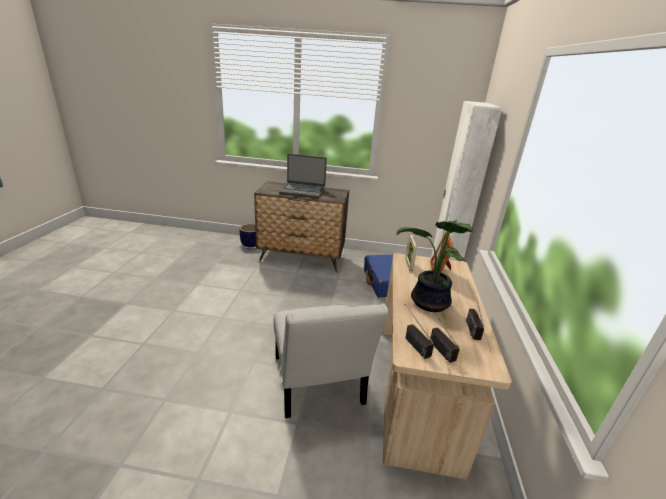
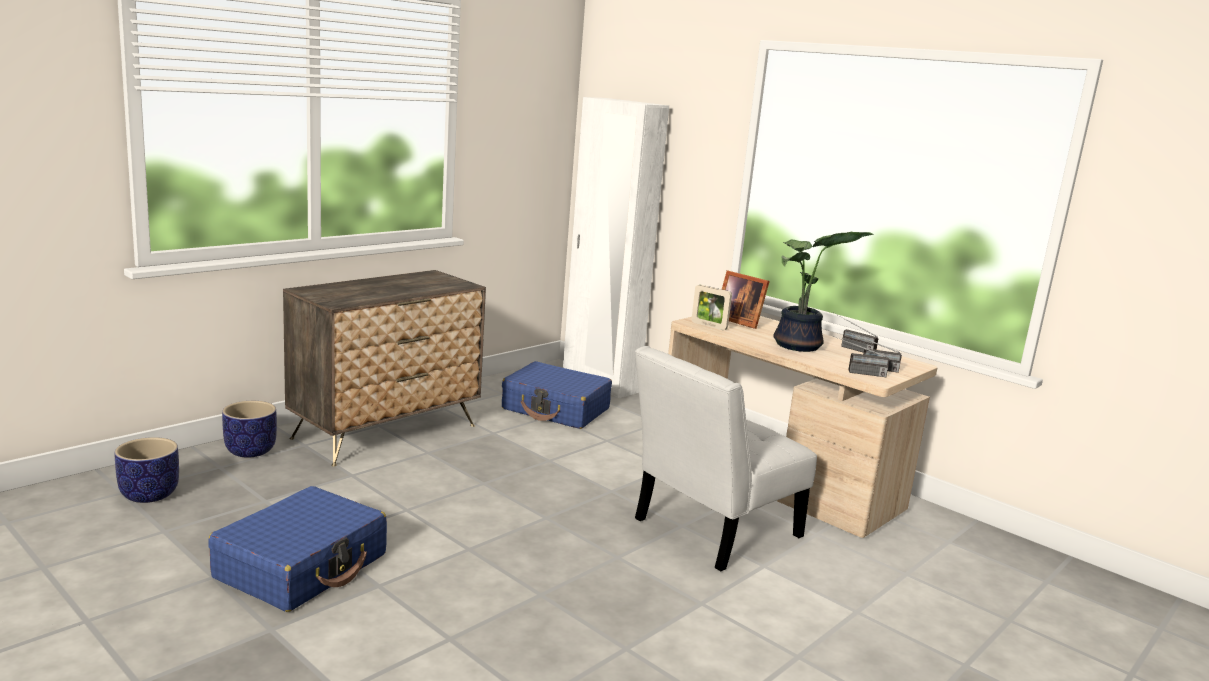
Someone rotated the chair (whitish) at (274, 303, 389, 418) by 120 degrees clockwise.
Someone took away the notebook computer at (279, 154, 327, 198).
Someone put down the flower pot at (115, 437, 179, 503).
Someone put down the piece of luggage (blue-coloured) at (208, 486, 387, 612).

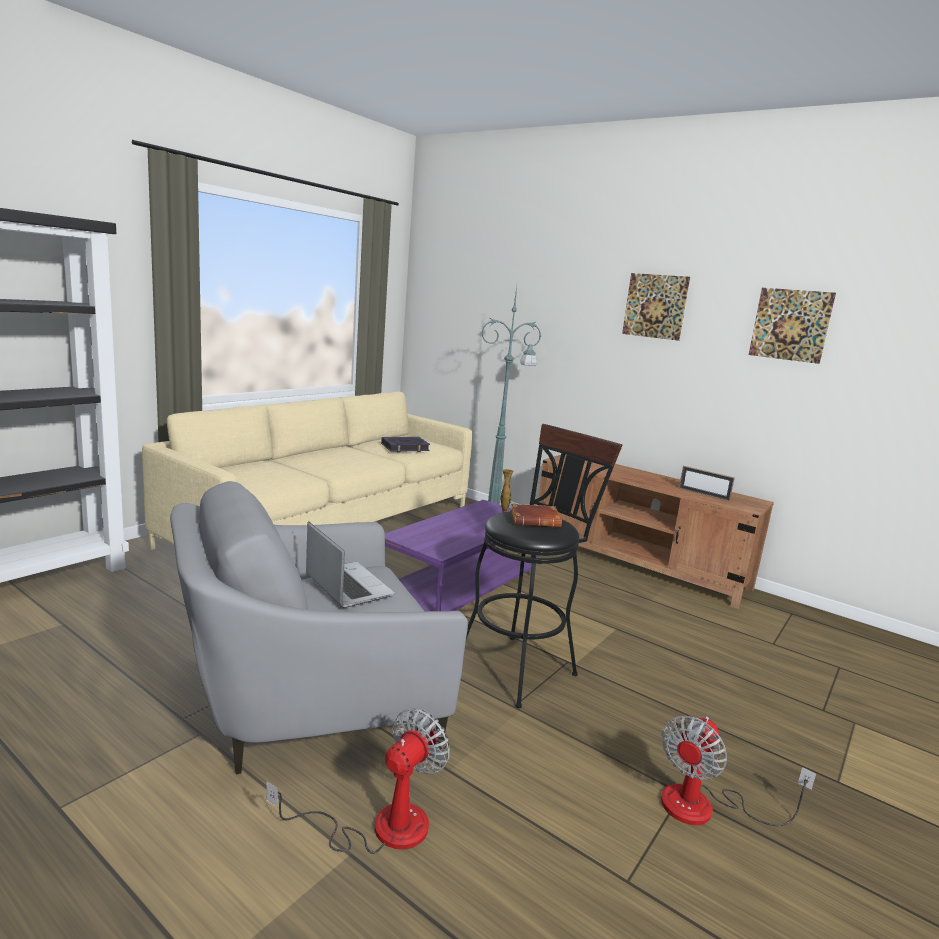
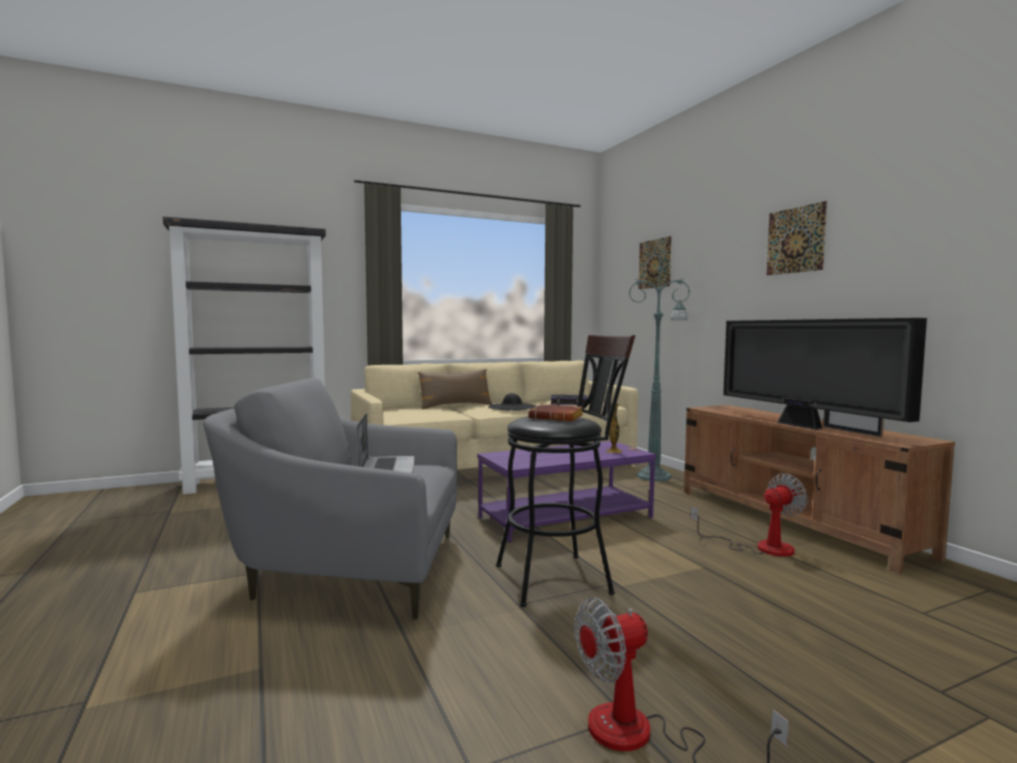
Someone carried the fan from (266, 708, 450, 854) to (690, 473, 808, 557).
Someone carried the wall picture from (749, 288, 836, 364) to (639, 236, 672, 289).
Someone put down the pillow (brown) at (418, 369, 492, 409).
Someone put down the clothing hat (black) at (489, 393, 536, 411).
Someone put down the television at (723, 318, 927, 430).

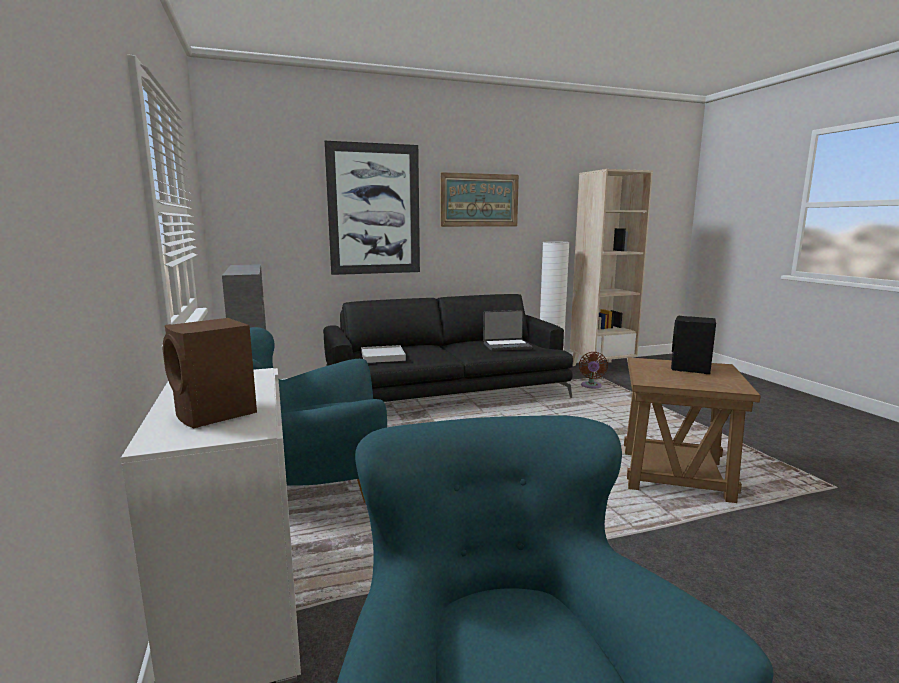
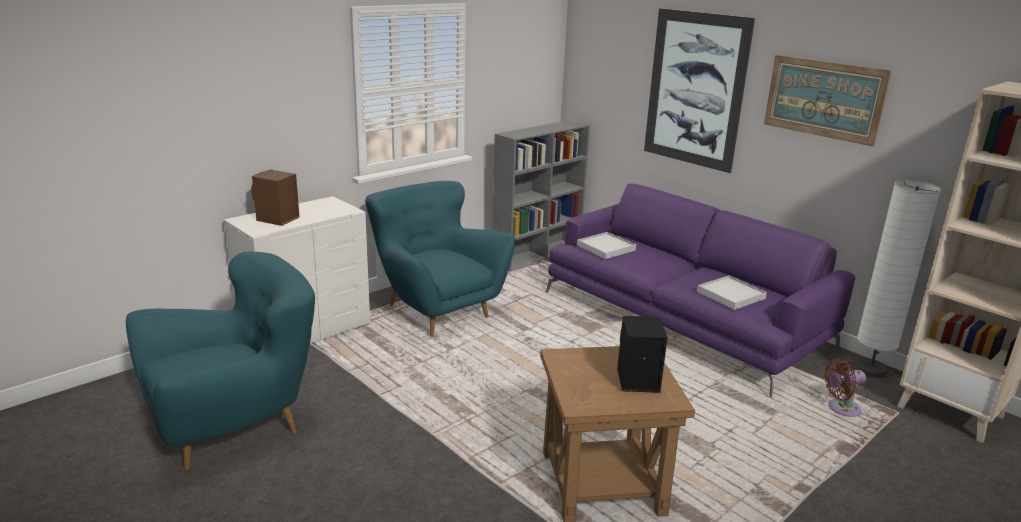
Someone repainted the settee (black) at (323, 294, 573, 402), which became the settee (purple) at (546, 183, 855, 398).
Someone swapped the notebook computer at (483, 310, 532, 351) for the carrying tray (whitish) at (697, 276, 767, 310).

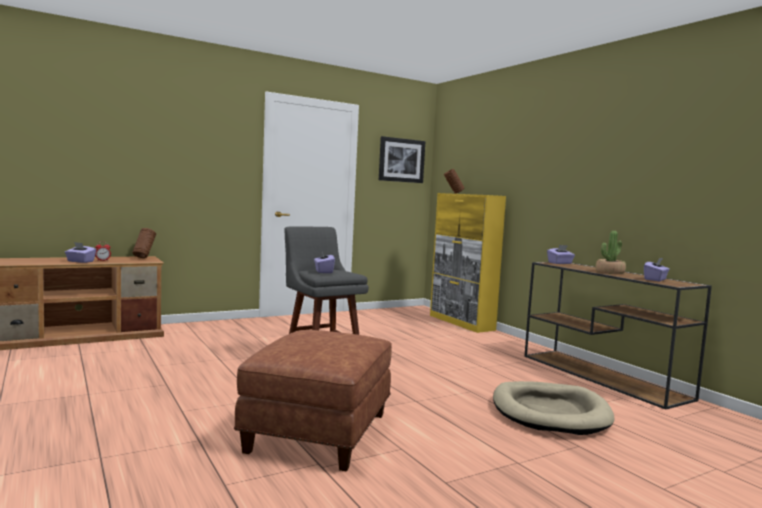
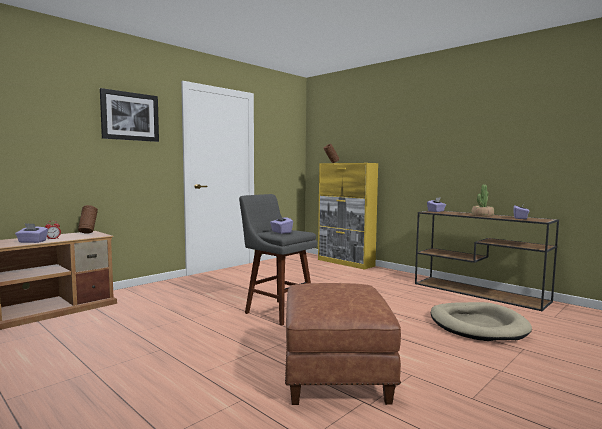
Someone carried the wall picture from (379, 136, 425, 183) to (100, 88, 159, 142).

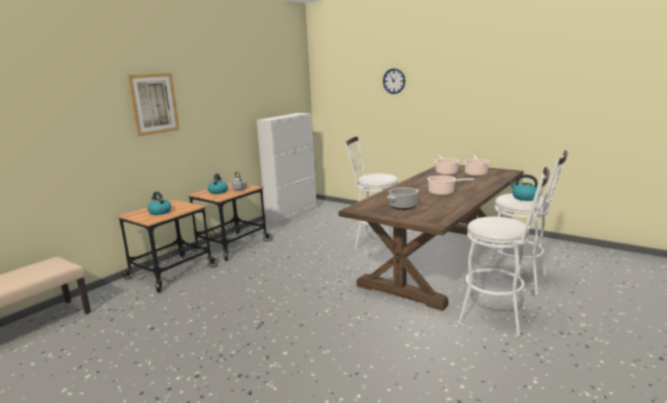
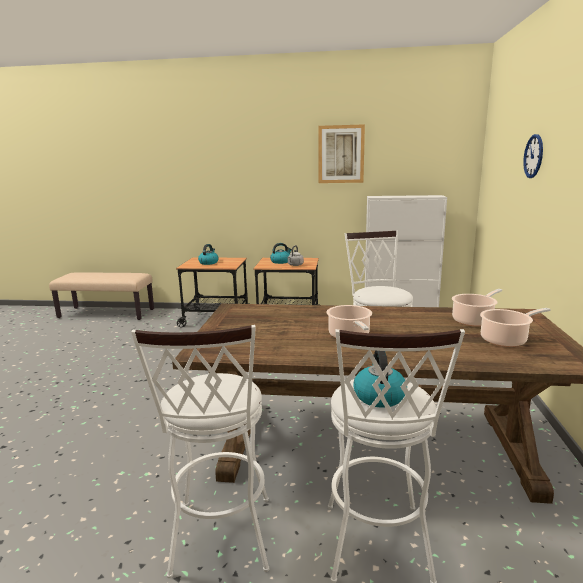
Someone carried the wall picture from (127, 73, 180, 137) to (318, 124, 365, 183).
Someone took away the cooking pot at (387, 187, 419, 210).

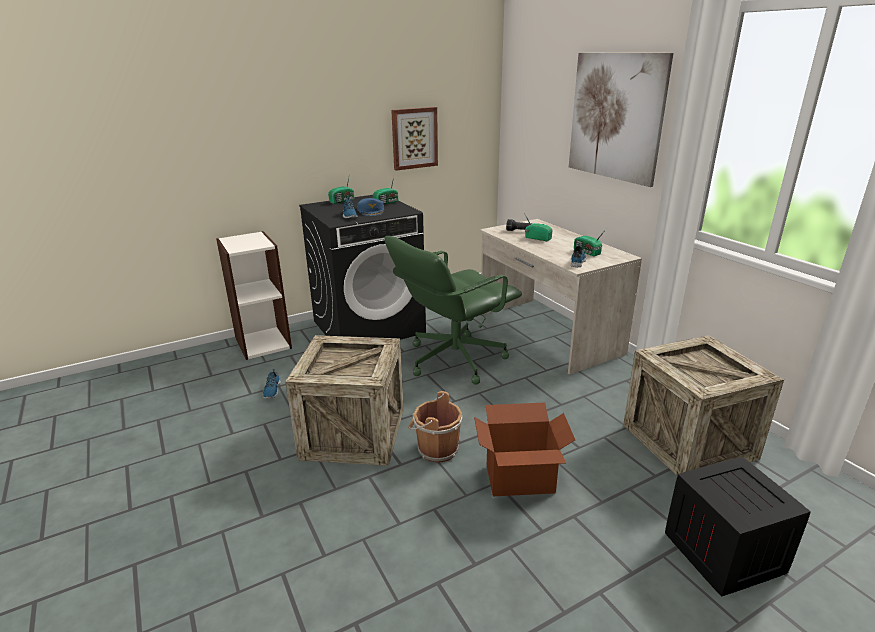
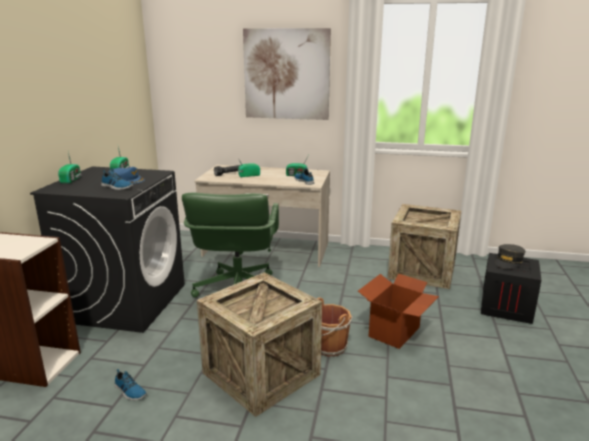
Someone took away the wall picture at (391, 107, 438, 171).
Someone put down the peaked cap (grey) at (495, 244, 525, 269).

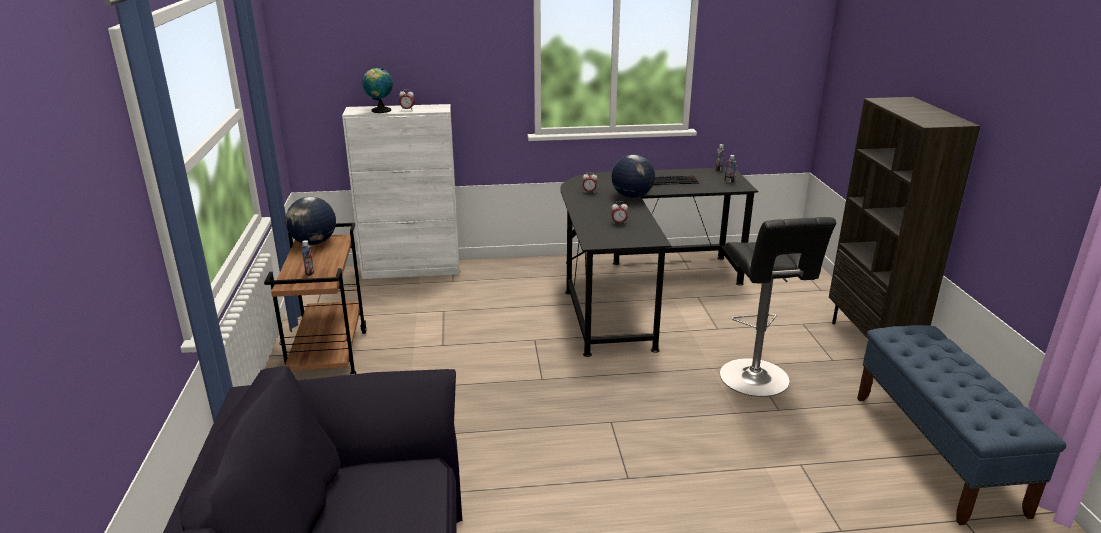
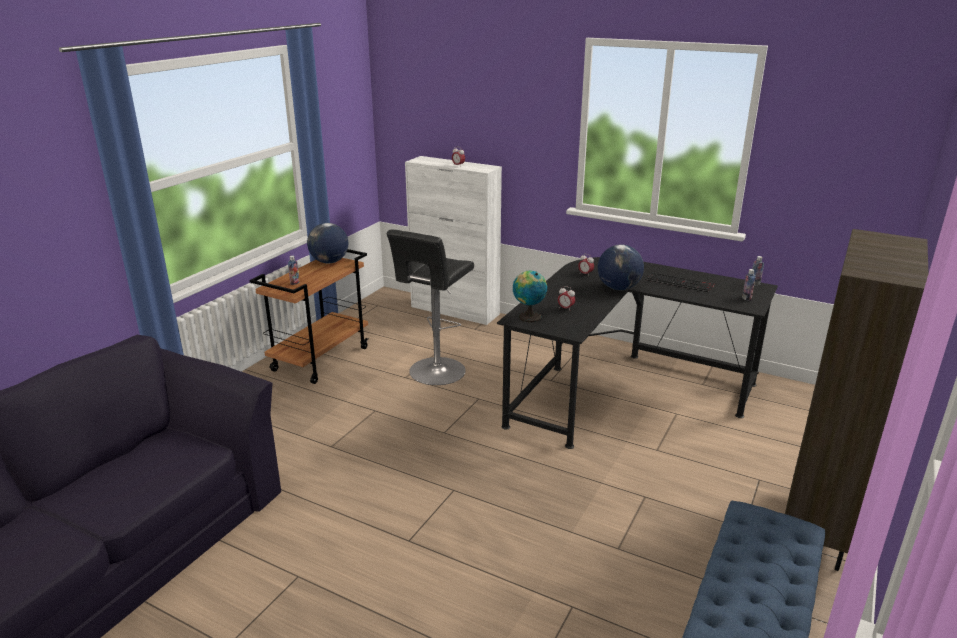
Someone carried the world globe from (362, 68, 393, 113) to (513, 271, 547, 322).
Someone carried the stool (black) from (720, 217, 836, 397) to (387, 229, 474, 385).

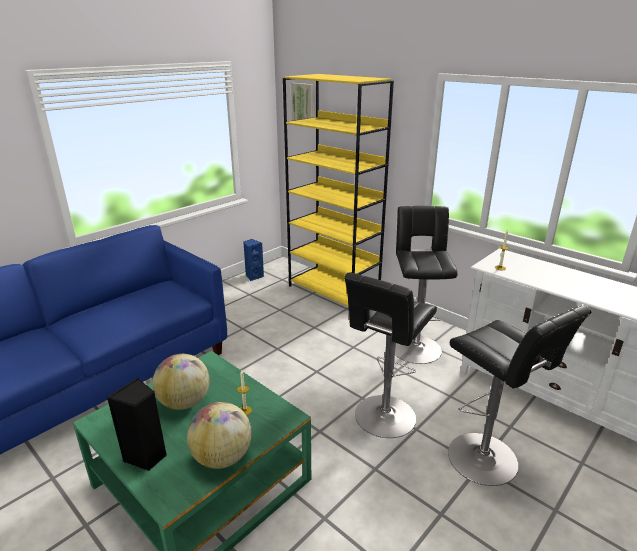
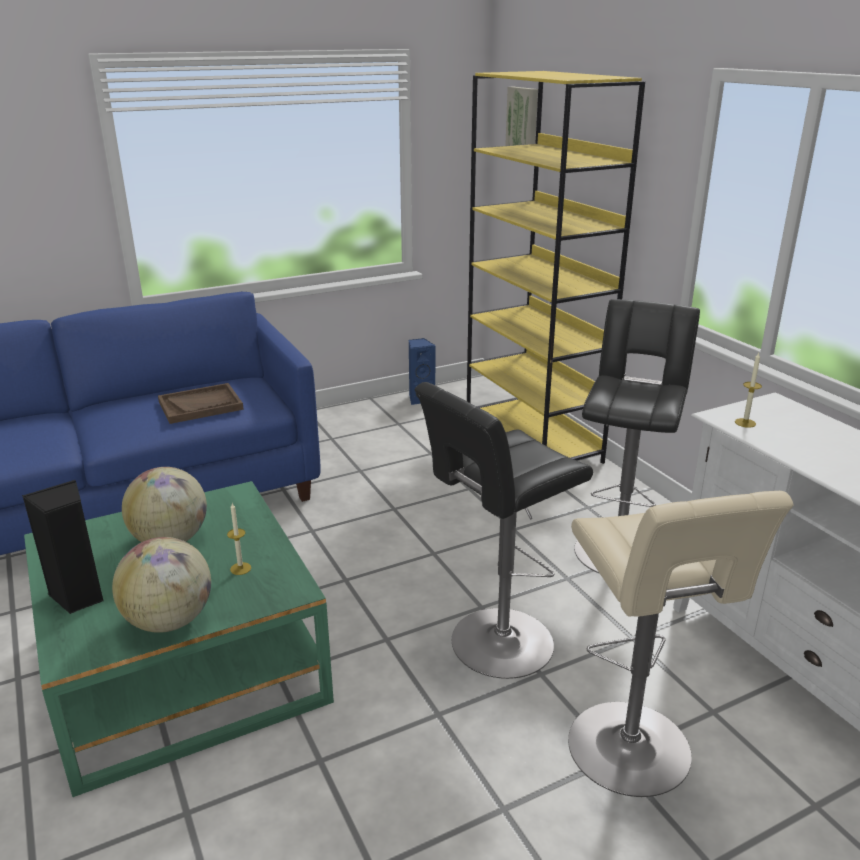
Someone repainted the stool (black) at (448, 306, 592, 486), which became the stool (sand-coloured) at (568, 491, 794, 797).
Someone put down the carrying tray (brown) at (158, 383, 244, 424).

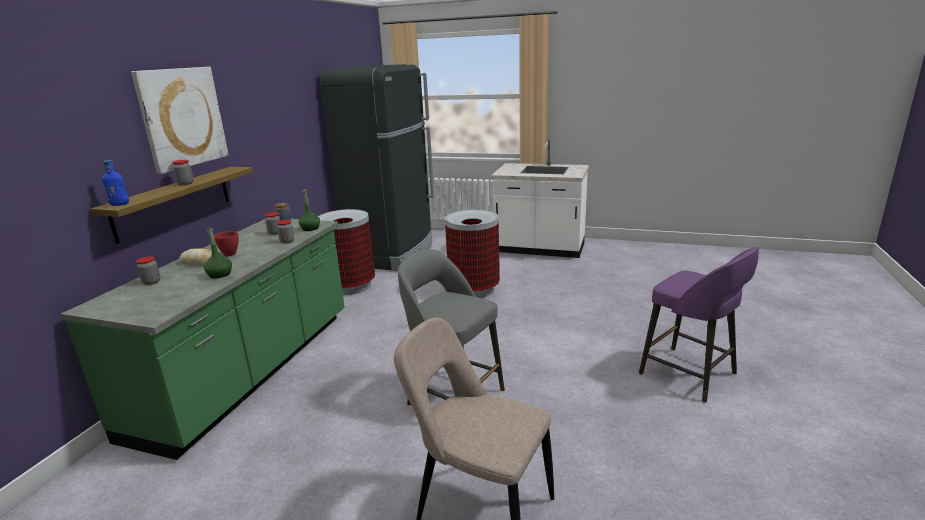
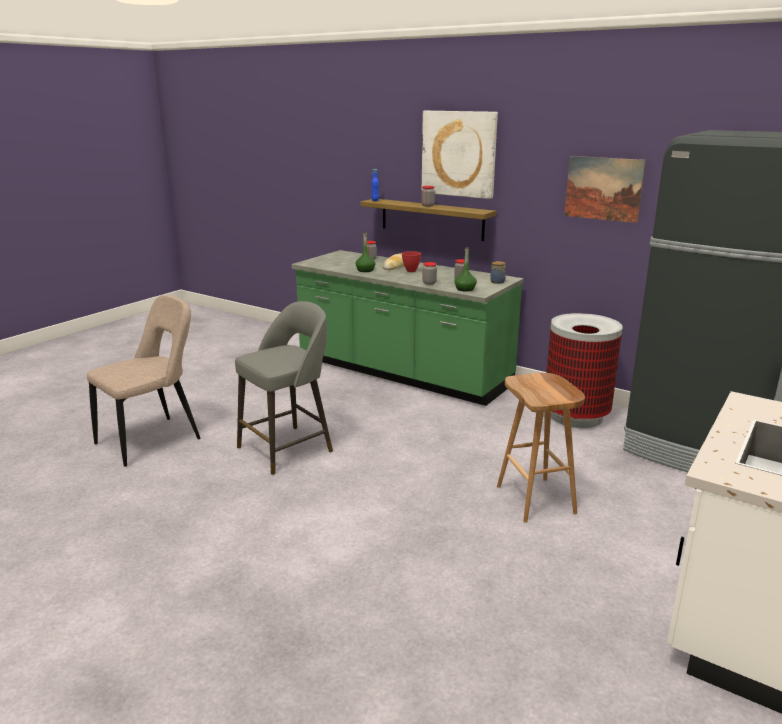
Someone swapped the rubbish bin at (445, 210, 500, 298) for the stool (brown) at (497, 373, 585, 523).
Someone took away the stool (purple) at (639, 246, 759, 403).
Someone put up the wall picture at (564, 156, 646, 223).

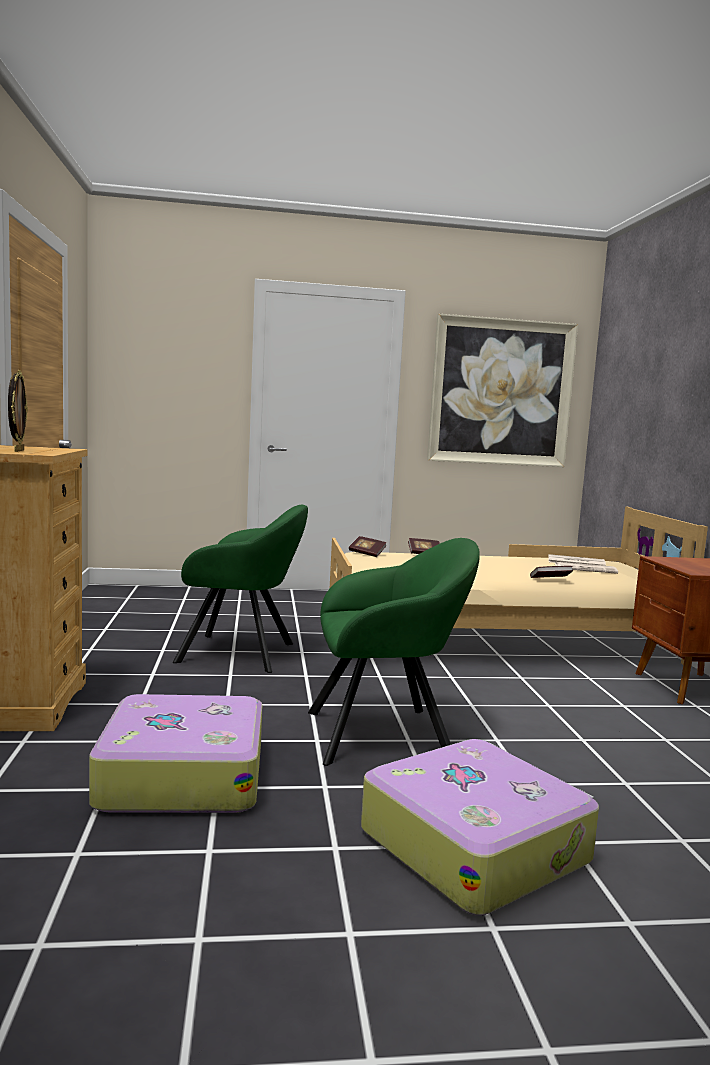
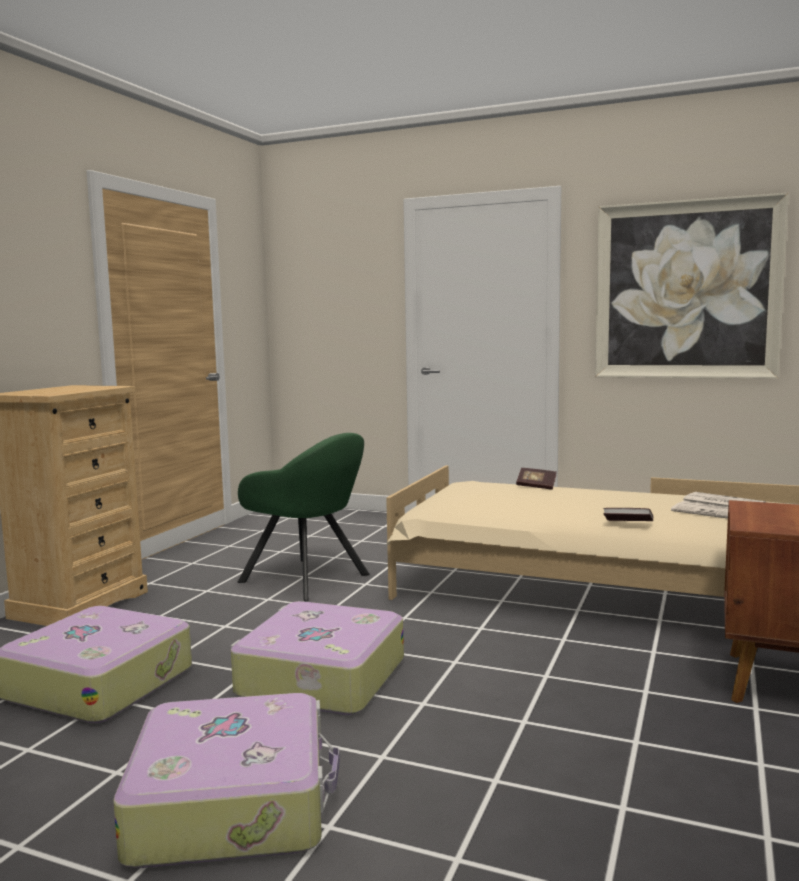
Someone took away the photo frame at (8, 370, 28, 452).
Someone swapped the lounge chair (greenish) at (308, 538, 480, 766) for the piece of luggage at (231, 601, 404, 715).
Someone took away the book at (349, 536, 387, 557).

